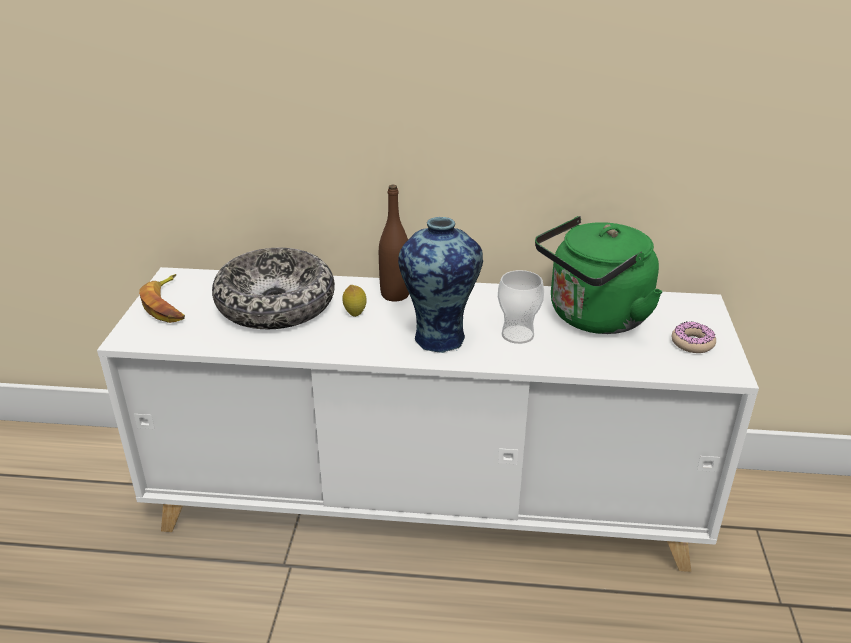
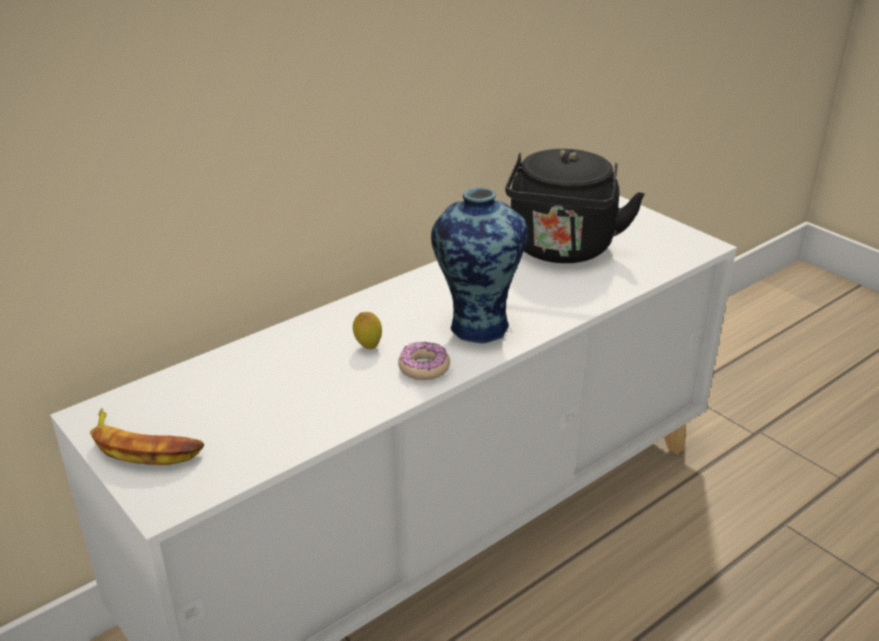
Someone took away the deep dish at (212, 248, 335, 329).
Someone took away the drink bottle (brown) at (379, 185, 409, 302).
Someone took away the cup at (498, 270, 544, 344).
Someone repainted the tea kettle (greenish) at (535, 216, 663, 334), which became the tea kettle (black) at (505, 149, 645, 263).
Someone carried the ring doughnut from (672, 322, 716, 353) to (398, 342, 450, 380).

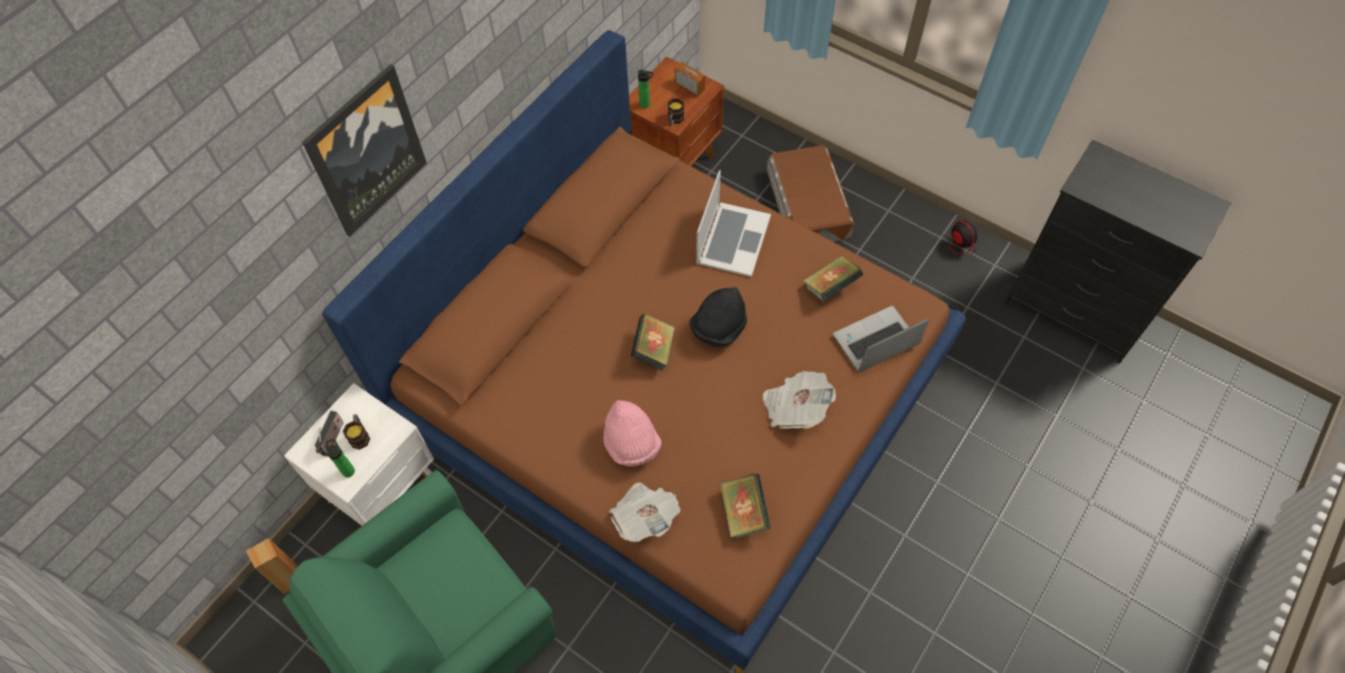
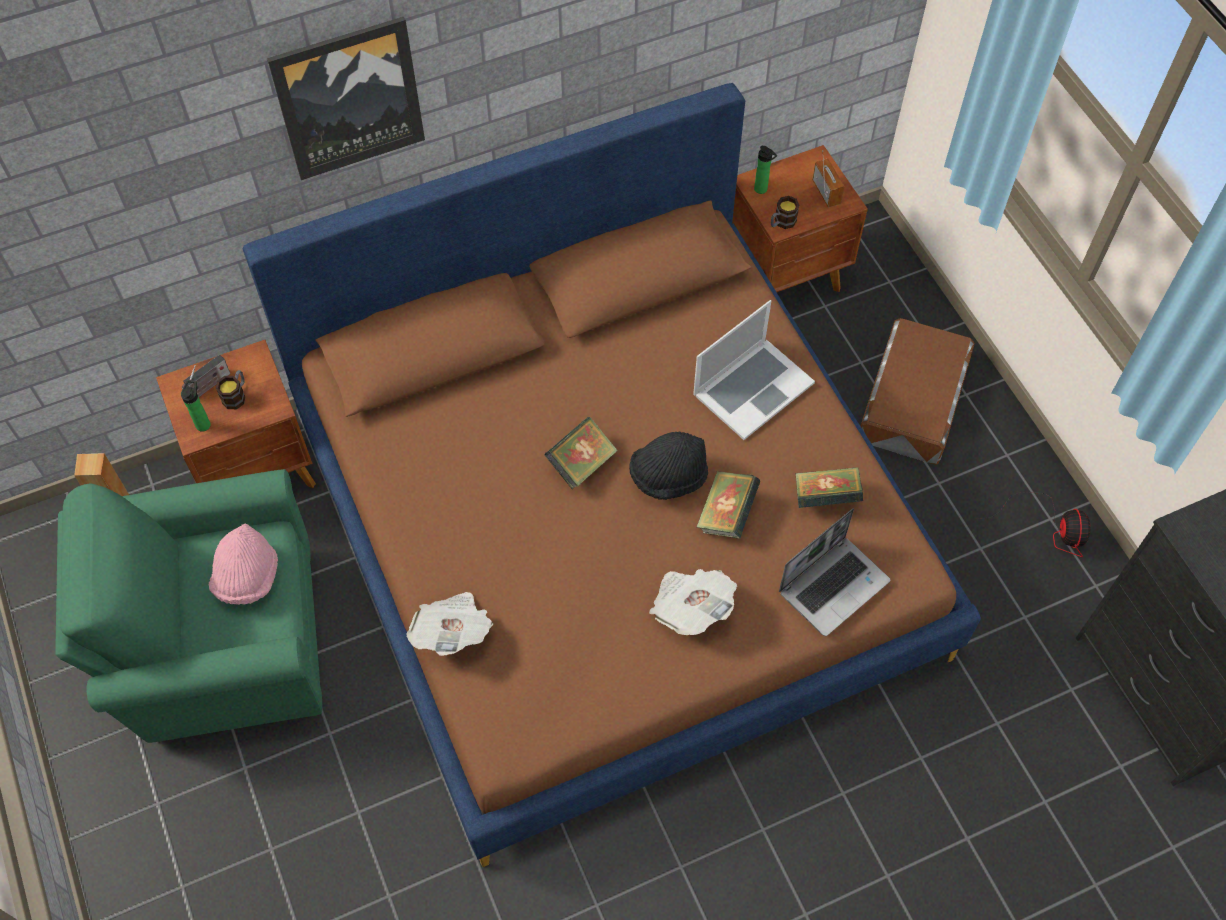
Someone repainted the nightstand (whitish) at (284, 383, 434, 526), which became the nightstand (brown) at (156, 340, 316, 488).
Someone carried the clothing hat (pink-coloured) from (603, 400, 661, 467) to (209, 523, 278, 605).
Someone carried the book from (720, 473, 771, 538) to (697, 471, 760, 539).
Someone rotated the notebook computer at (833, 306, 930, 372) by 135 degrees clockwise.

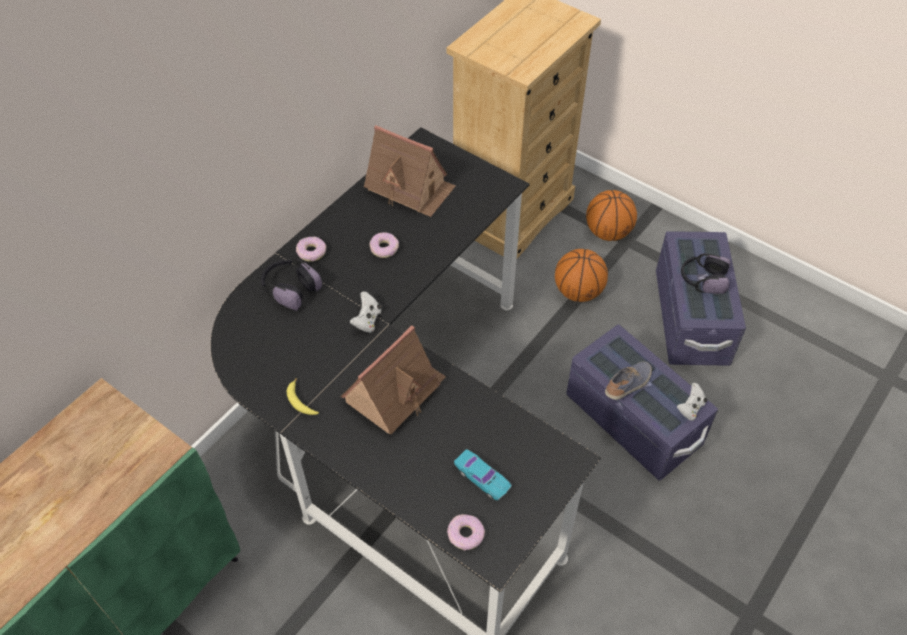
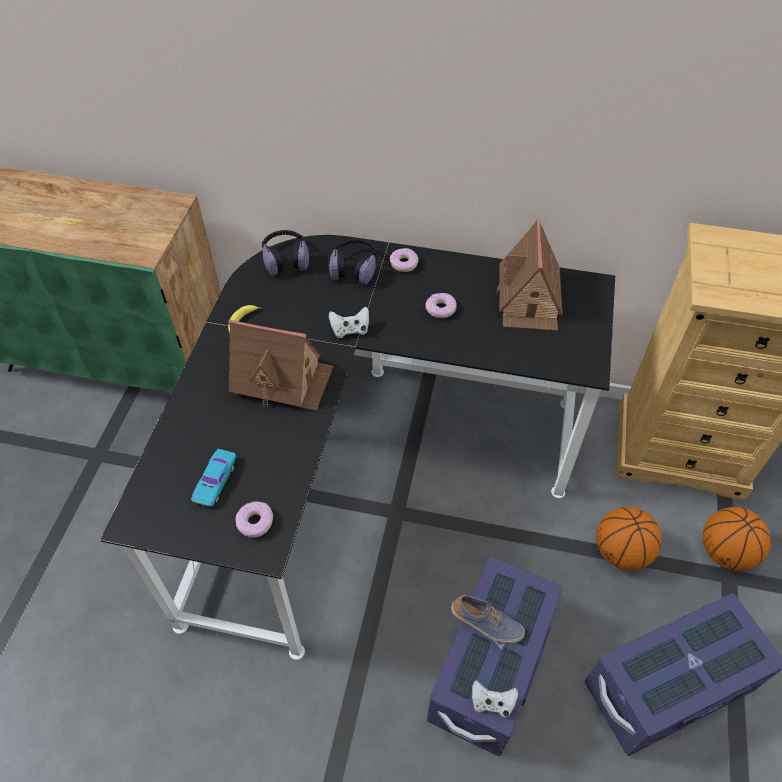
Someone carried the ring doughnut from (447, 514, 485, 551) to (236, 502, 273, 538).
Someone carried the headset from (681, 253, 731, 294) to (262, 230, 309, 276).

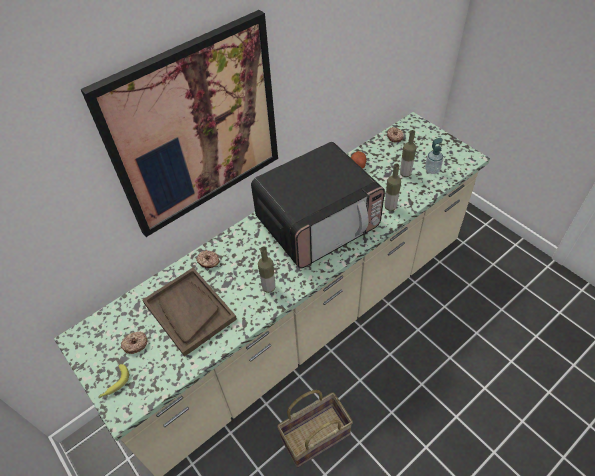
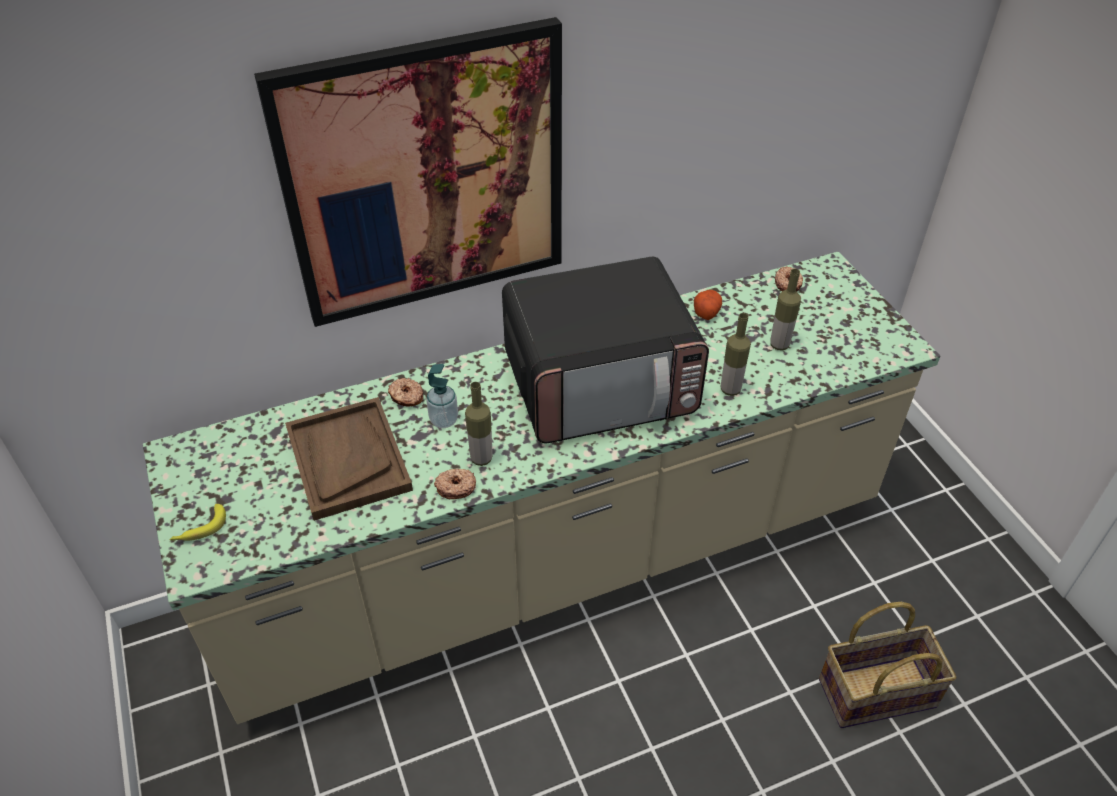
Someone carried the ring doughnut from (120, 331, 147, 354) to (434, 468, 476, 499).
Someone carried the basket from (277, 390, 353, 468) to (819, 602, 956, 728).
Someone carried the liquid soap bottle from (425, 138, 443, 174) to (426, 364, 458, 428).

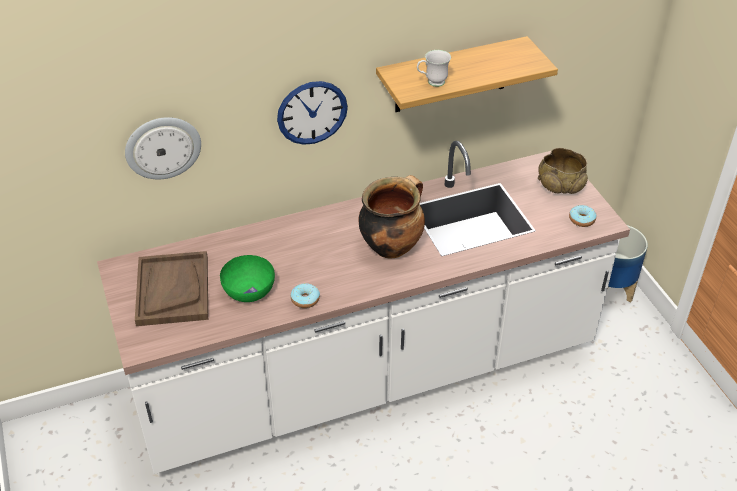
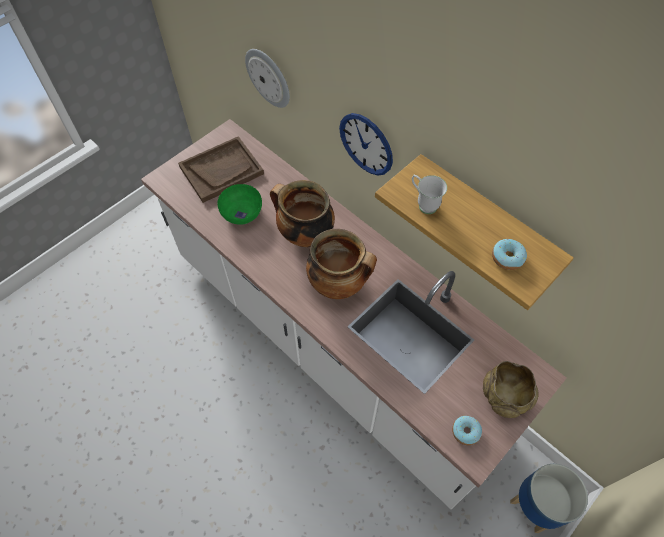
Someone carried the ring doughnut from (291, 283, 320, 308) to (492, 239, 527, 270).
Someone put down the cooking pot at (270, 180, 335, 248).

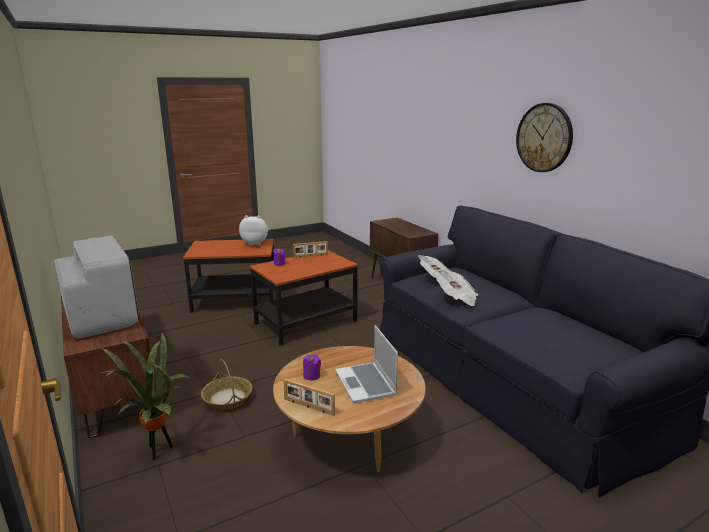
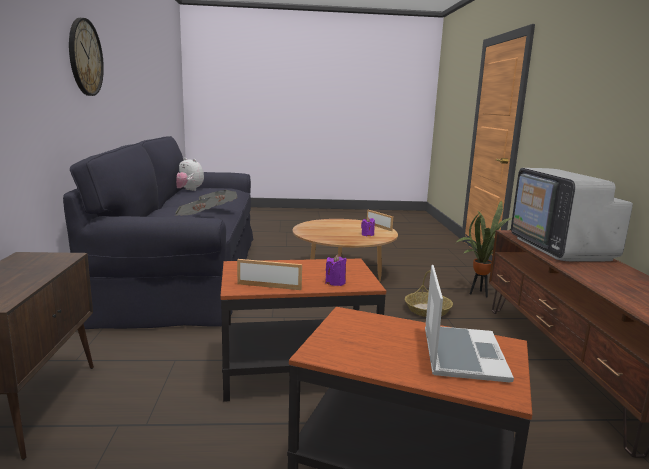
Someone carried the cuddly toy from (239, 215, 268, 246) to (176, 158, 204, 191).
Someone carried the notebook computer from (335, 325, 398, 403) to (425, 265, 514, 382).

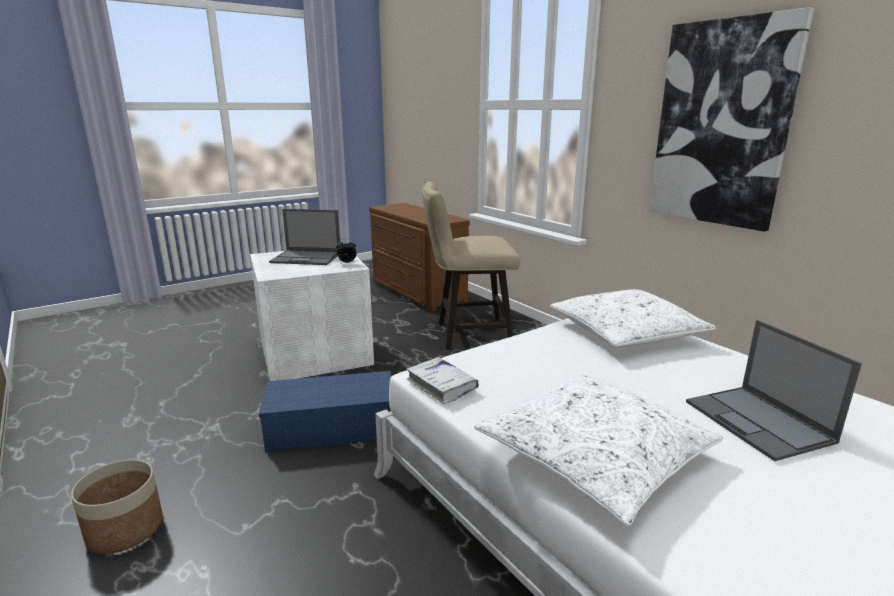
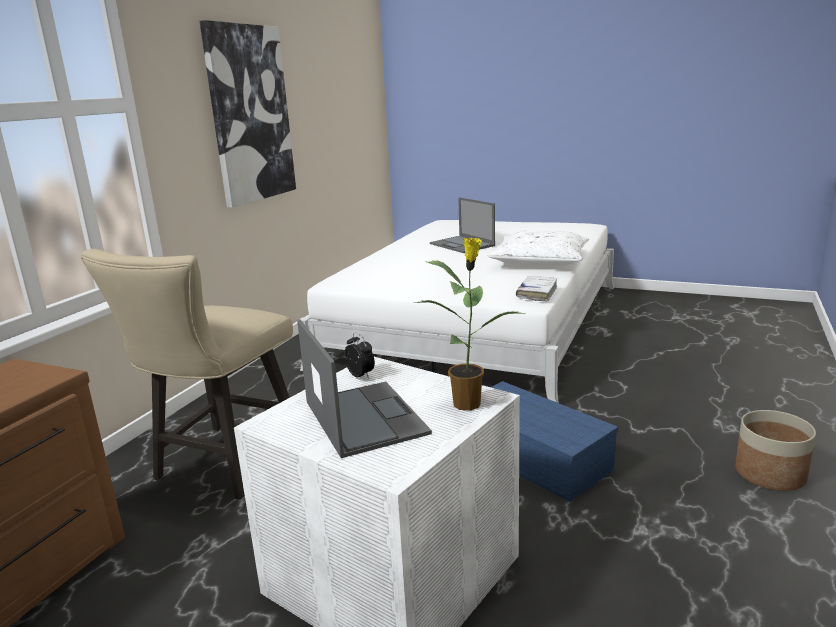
Someone rotated the chair (sand-coloured) at (422, 182, 520, 349) by 60 degrees clockwise.
Someone took away the pillow (whitish) at (550, 289, 717, 347).
Someone rotated the notebook computer at (686, 320, 862, 461) by 105 degrees clockwise.
Someone put down the houseplant at (413, 237, 525, 411).

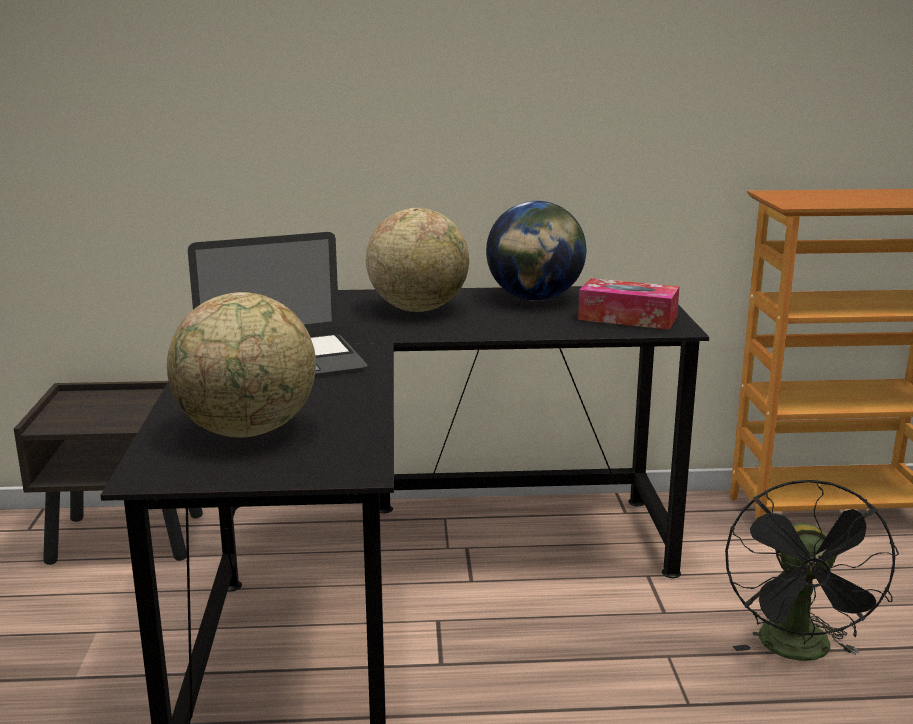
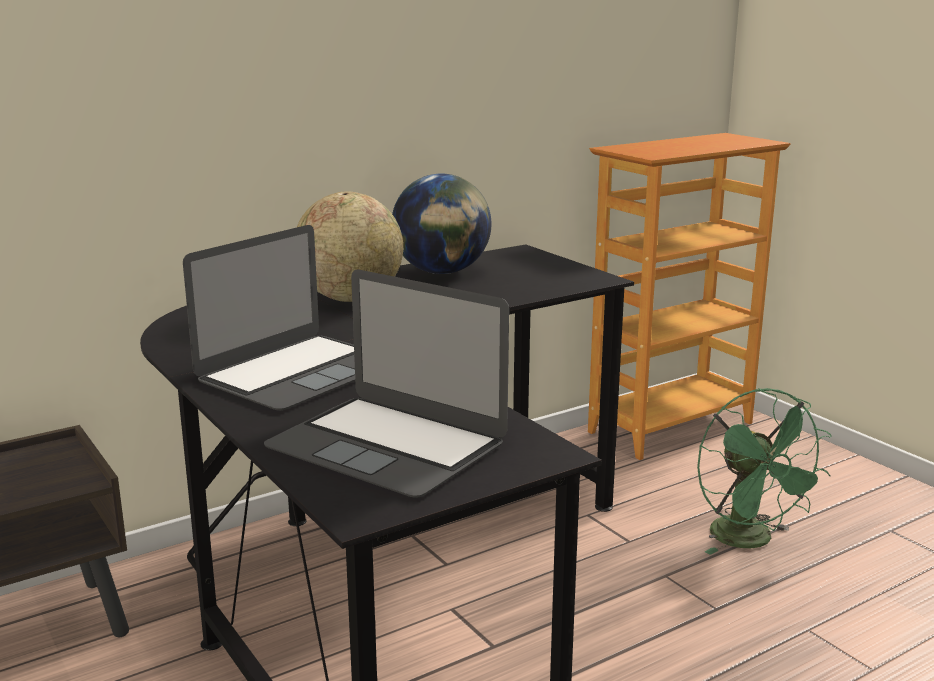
Someone swapped the world globe at (167, 292, 316, 438) for the notebook computer at (264, 269, 509, 498).
Someone took away the tissue box at (578, 278, 680, 330).
Someone repainted the fan (black) at (725, 479, 899, 661), which became the fan (greenish) at (697, 388, 832, 555).

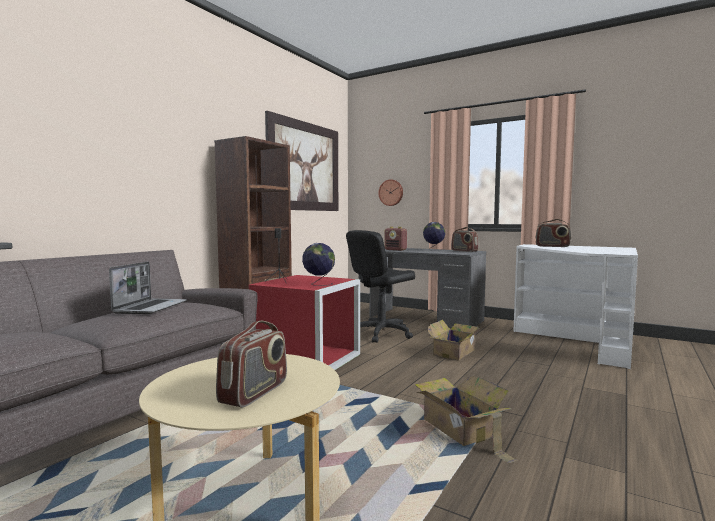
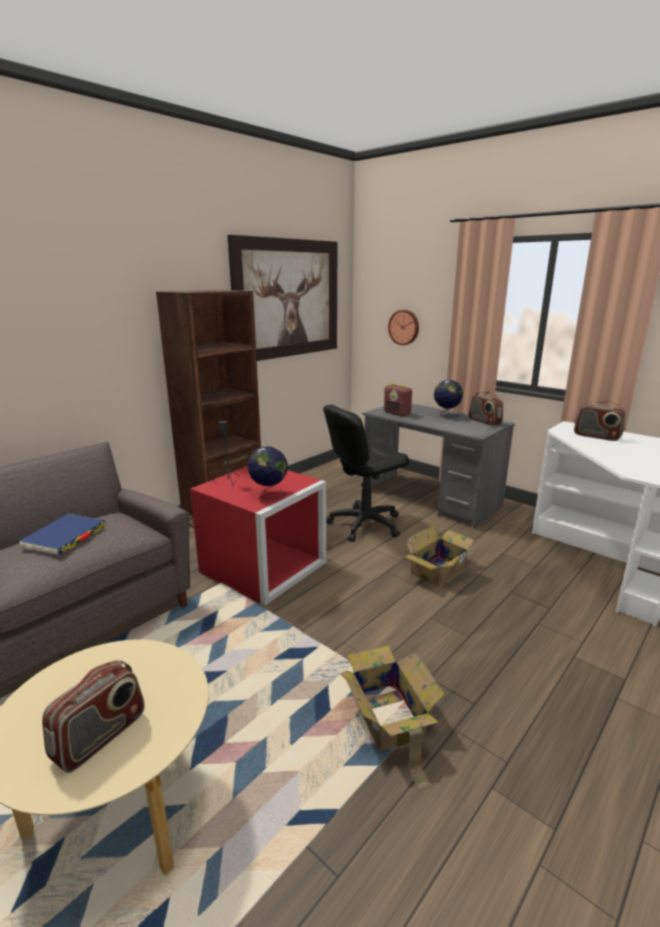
Someone swapped the notebook computer at (109, 262, 187, 314) for the book (blue-coloured) at (19, 514, 106, 555).

